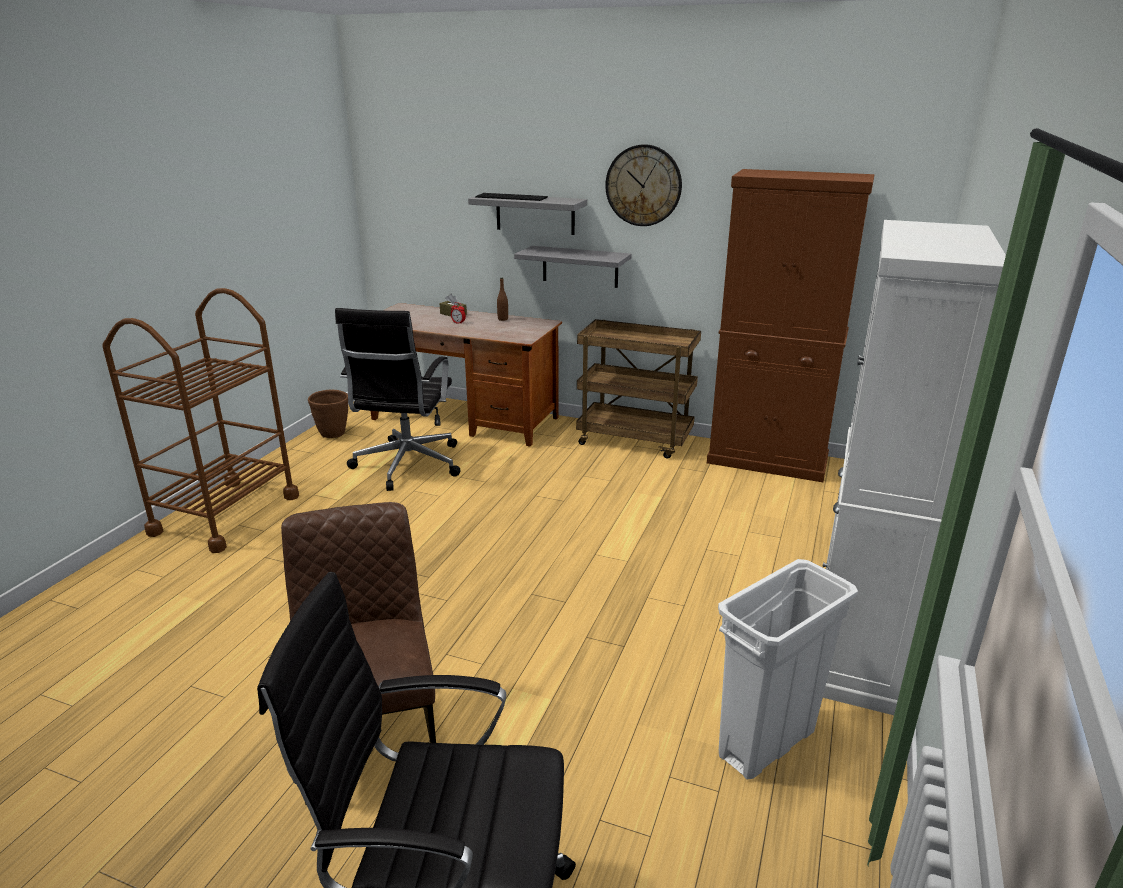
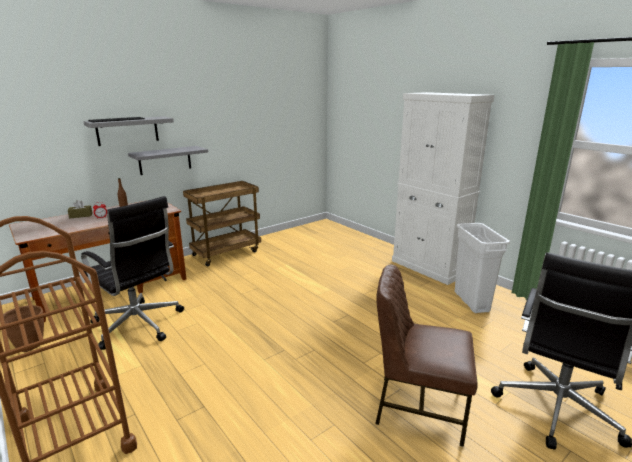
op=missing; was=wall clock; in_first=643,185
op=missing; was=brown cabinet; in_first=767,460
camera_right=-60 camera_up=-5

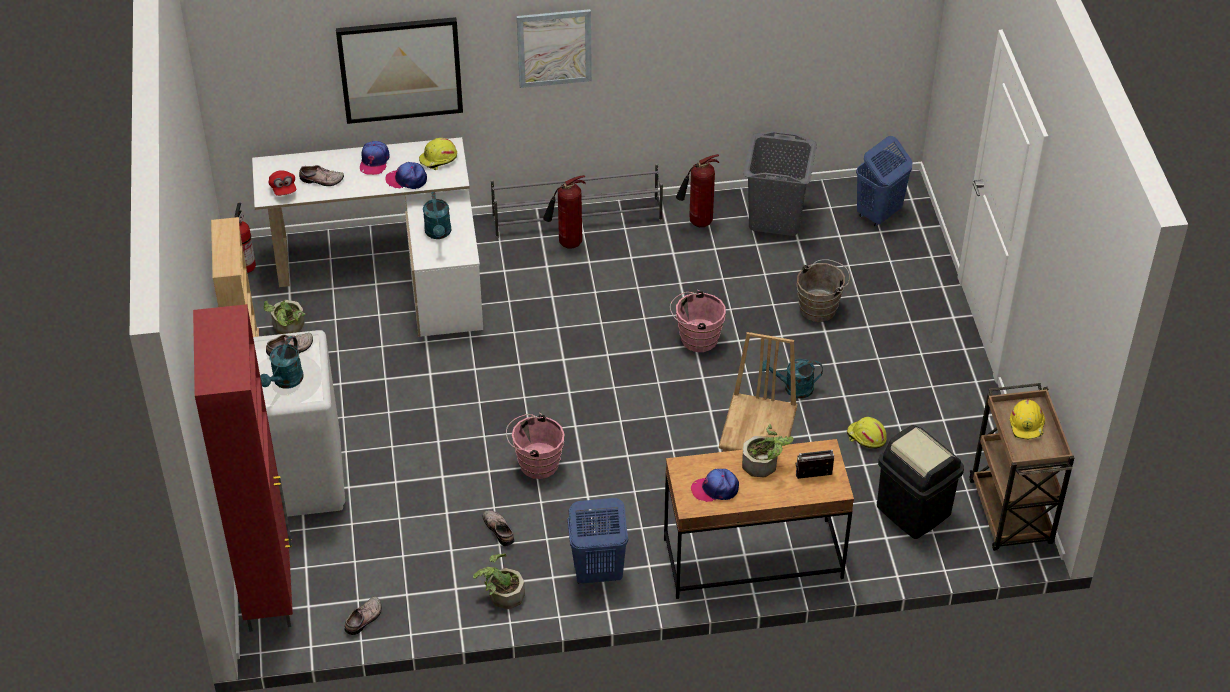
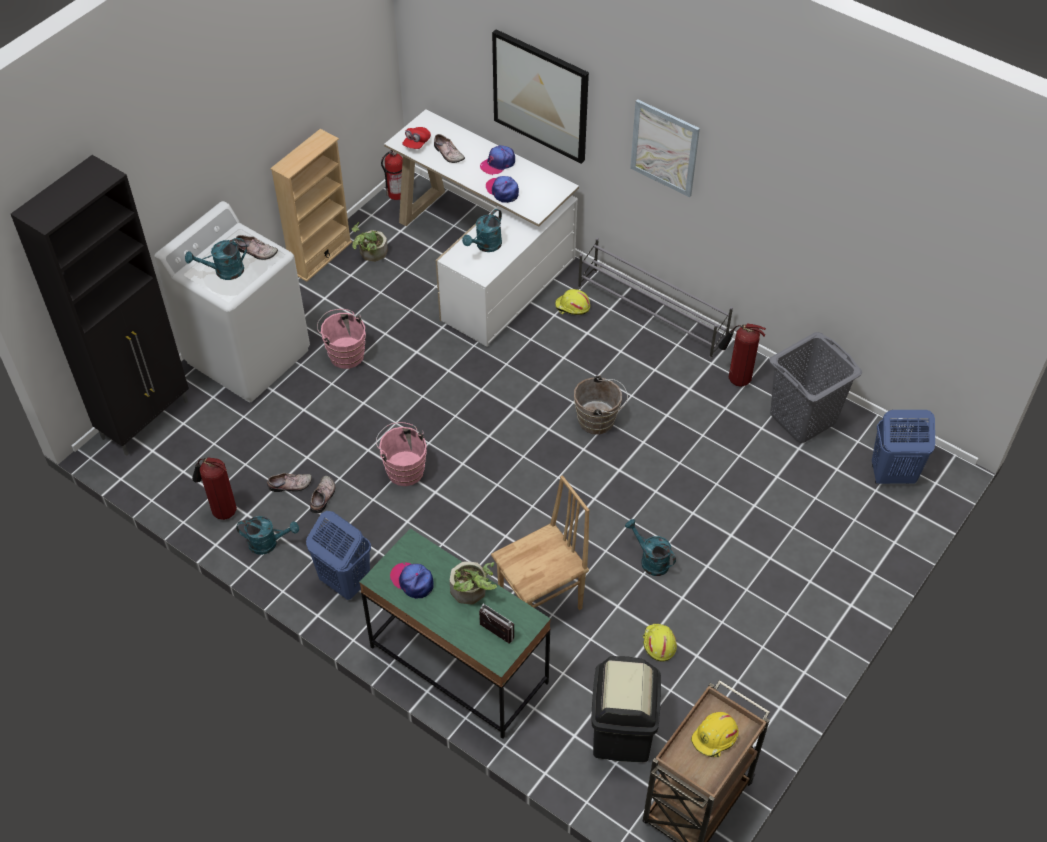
op=relocated; was=yellow hard hat; in_first=438,159; in_second=572,307
op=relocated; was=fire extinguisher; in_first=567,244; in_second=221,511
op=relocated; was=brown bucket; in_first=820,307; in_second=599,421
op=relocated; was=pink bucket; in_first=696,338; in_second=345,353
op=colour; was=red cabinet; now=black cabinet; in_first=269,588; in_second=147,419
op=colour; was=brown desk; now=green desk; in_first=752,558; in_second=458,664
op=exchanged; was=potted plant; now=turquoise watering can; in_first=501,594; in_second=268,543
op=relocated; was=shoe; in_first=364,619; in_second=290,486
camera_right=45 camera_up=5

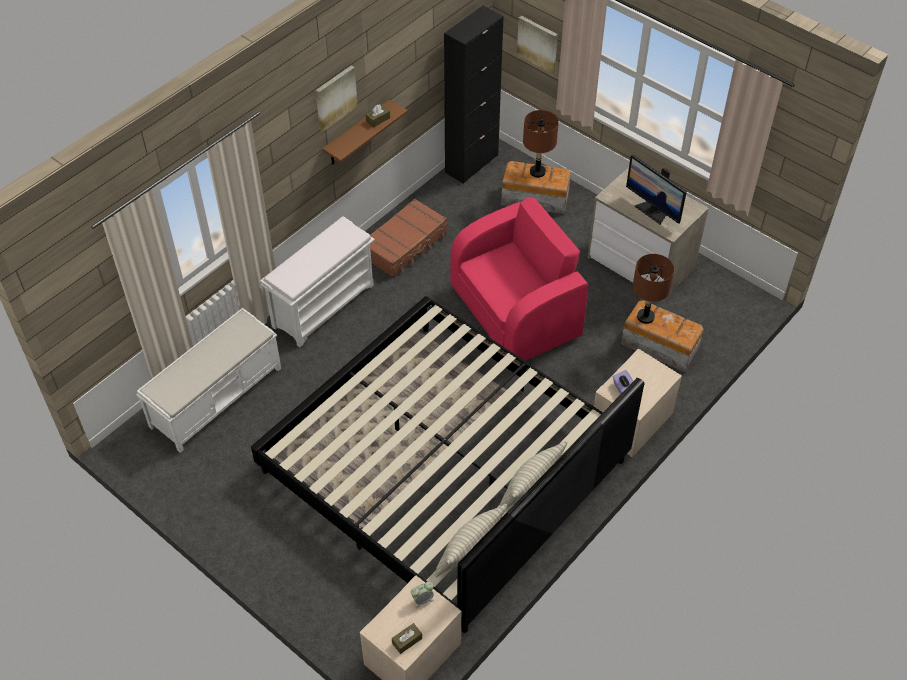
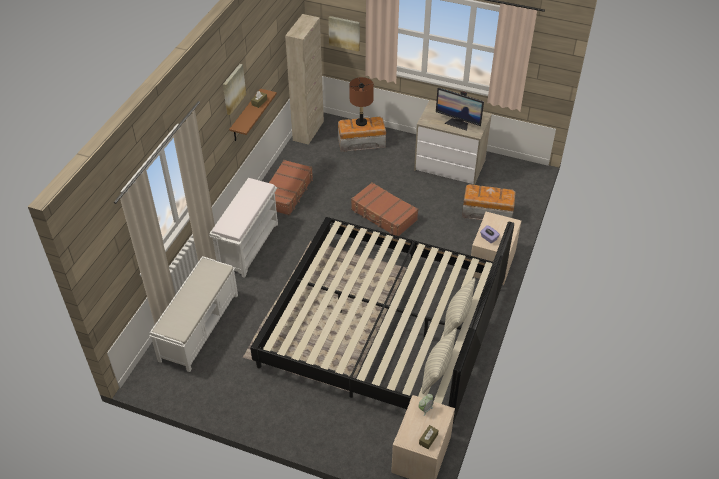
op=colour; was=black cabinet; now=beige cabinet; in_first=472,164; in_second=308,131
op=exchanged; was=pink armchair; now=brown suitcase; in_first=516,311; in_second=383,215
op=missing; was=brown table lamp; in_first=645,317
camera_right=-20 camera_up=-5

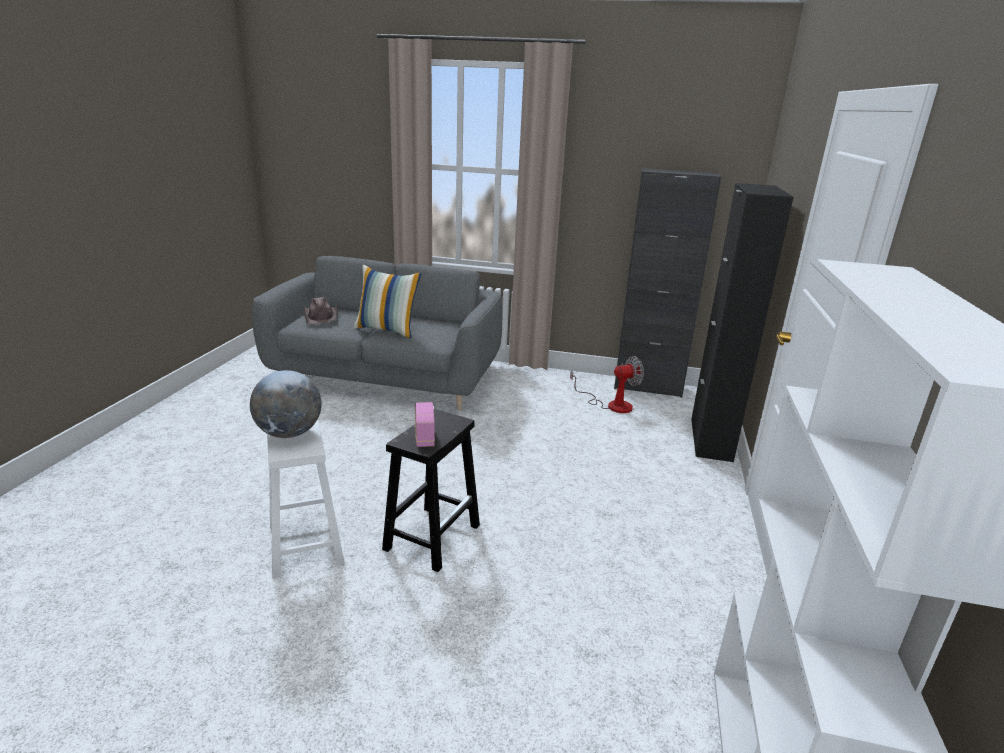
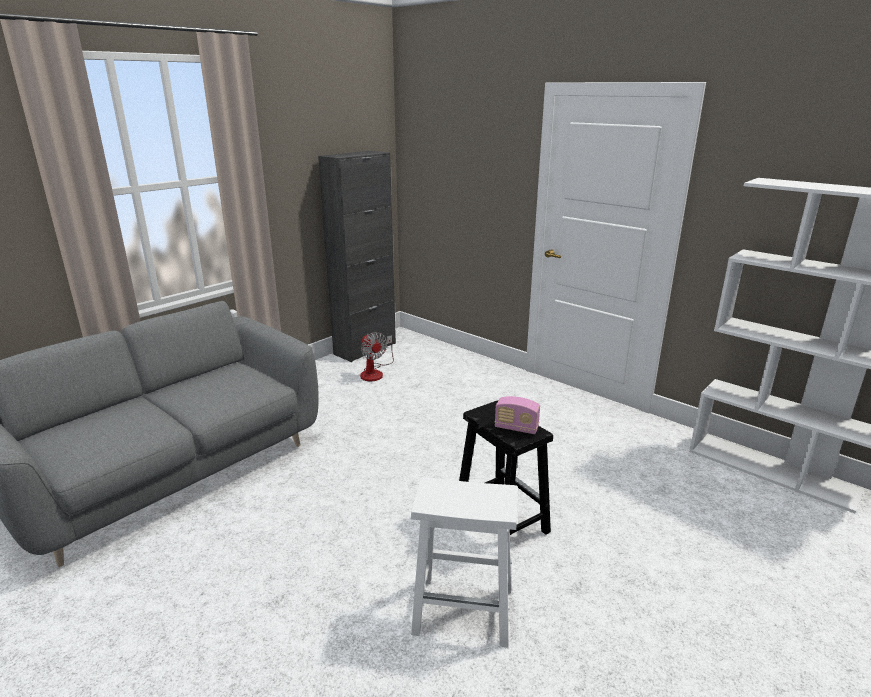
op=missing; was=black cabinet; in_first=711,439
op=missing; was=pillow; in_first=387,330
op=missing; was=brown hat; in_first=321,316
op=spun; was=fan; in_first=611,404; in_second=375,372; clockwise=135
op=missing; was=globe; in_first=289,433
camera_right=-60 camera_up=0

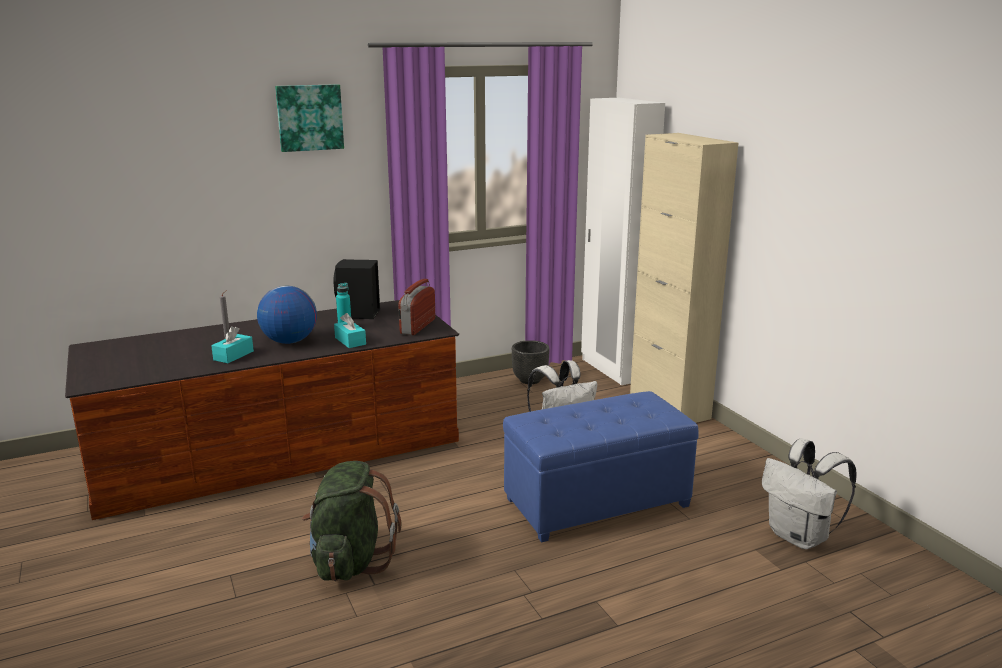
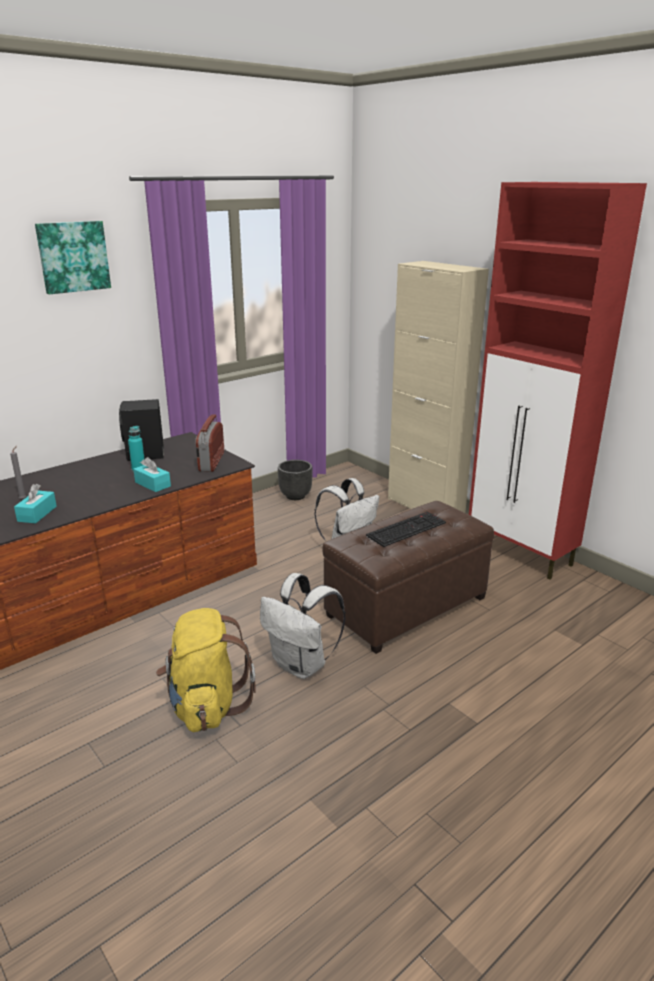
op=missing; was=white wardrobe; in_first=612,369
op=missing; was=globe; in_first=289,341
op=colour; was=blue ottoman; now=brown ottoman; in_first=596,502; in_second=405,606
op=relocated; was=white backpack; in_first=800,537; in_second=302,665
op=colour; was=green backpack; now=yellow backpack; in_first=350,561; in_second=206,705
op=appeared; now=red cabinet; in_second=521,554
op=appeared; now=keyboard; in_second=406,528
camera_right=-15 camera_up=5

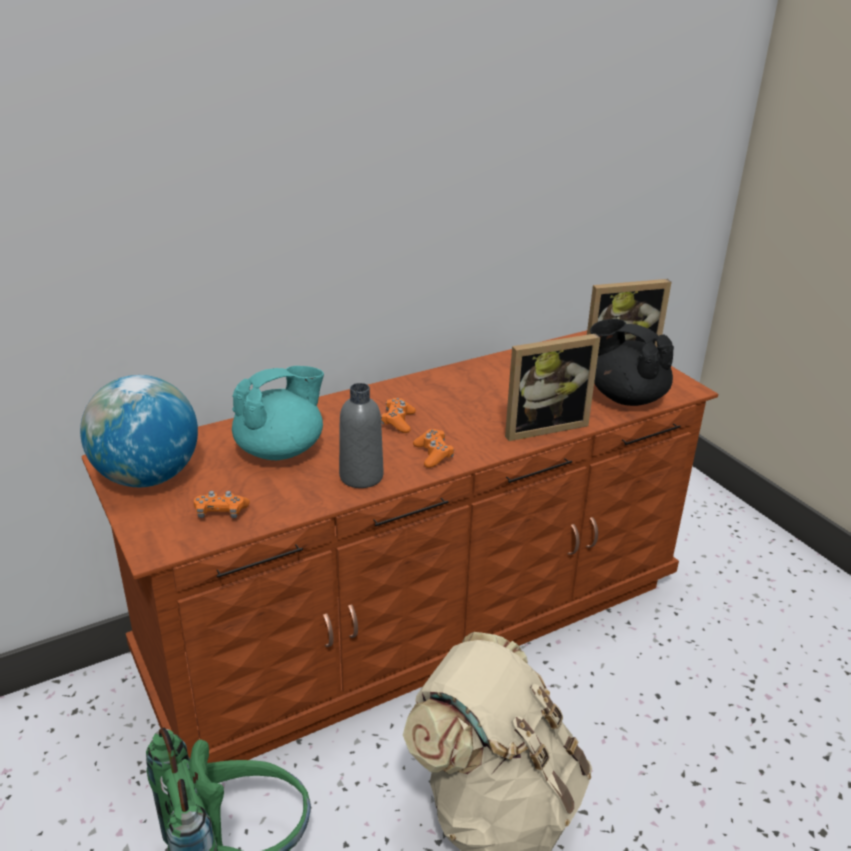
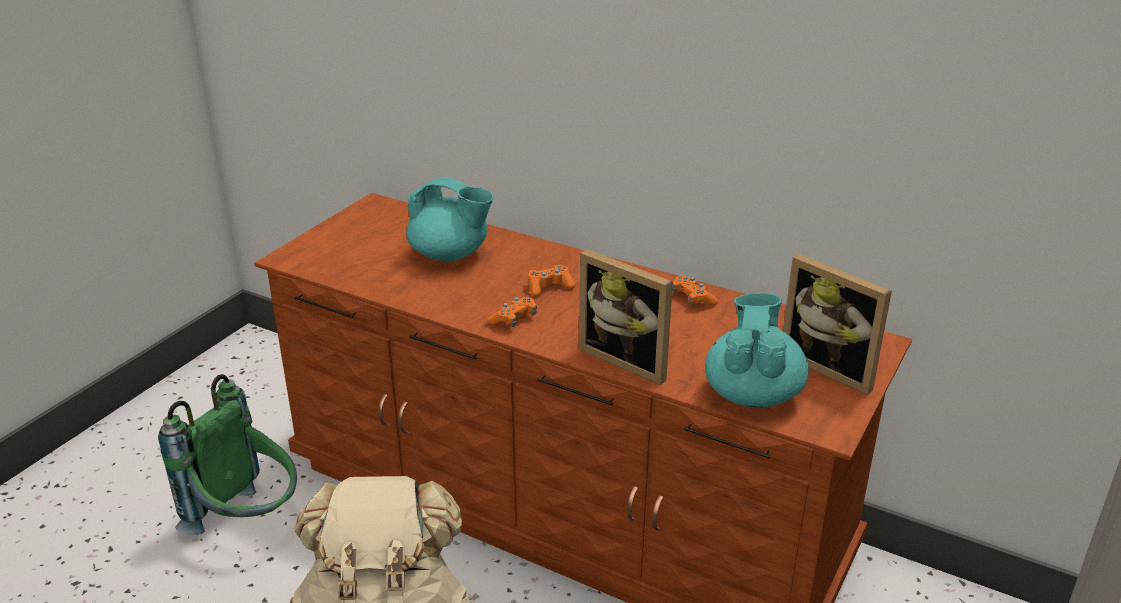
op=colour; was=black teapot; now=turquoise teapot; in_first=626,397; in_second=752,393
op=missing; was=globe; in_first=147,477
op=missing; was=grey bottle; in_first=361,476
op=relocated; was=orange game controller; in_first=221,512; in_second=692,299
camera_right=60 camera_up=0

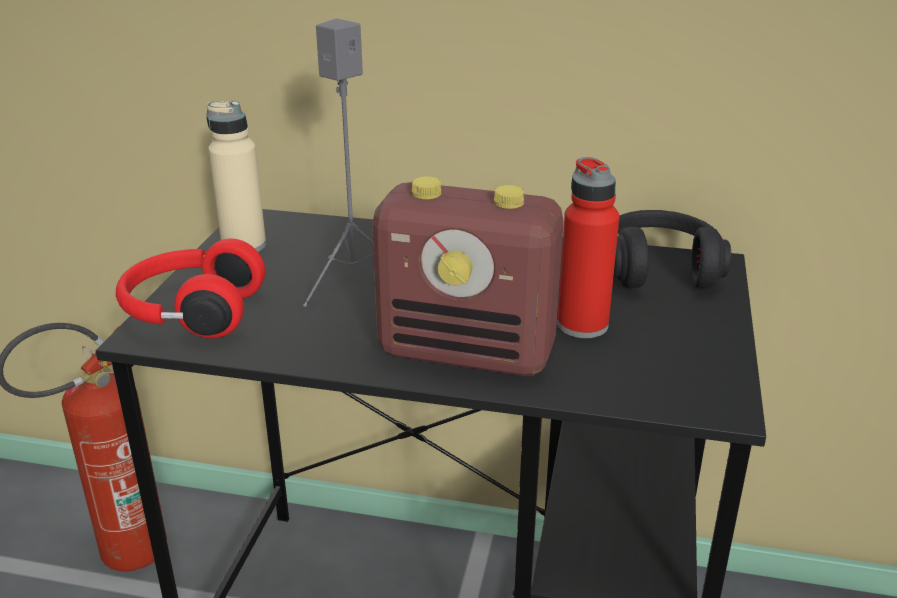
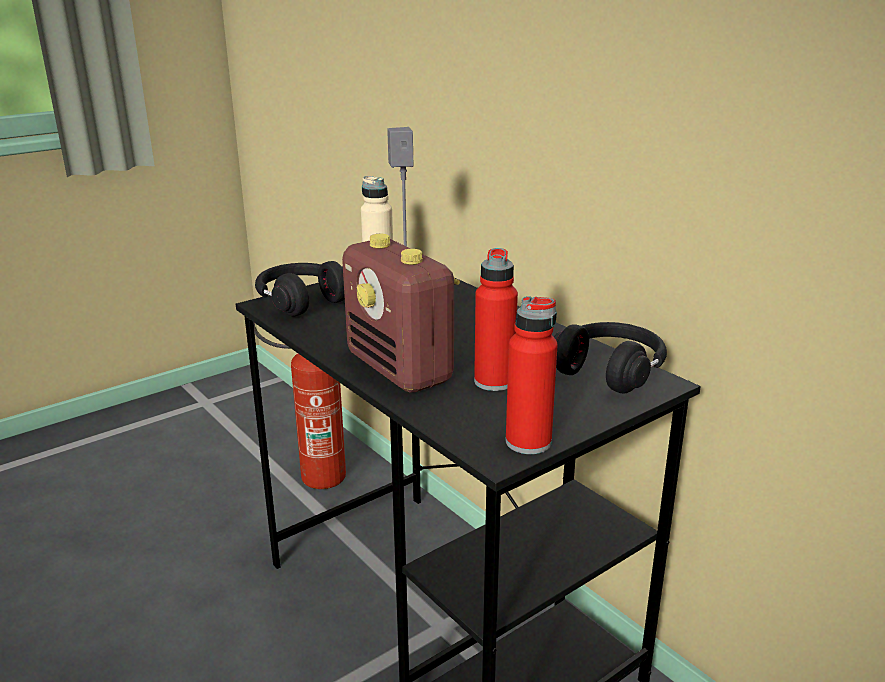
op=colour; was=red headphones; now=black headphones; in_first=191,313; in_second=300,301
op=appeared; now=red bottle; in_second=528,442
camera_right=40 camera_up=-5

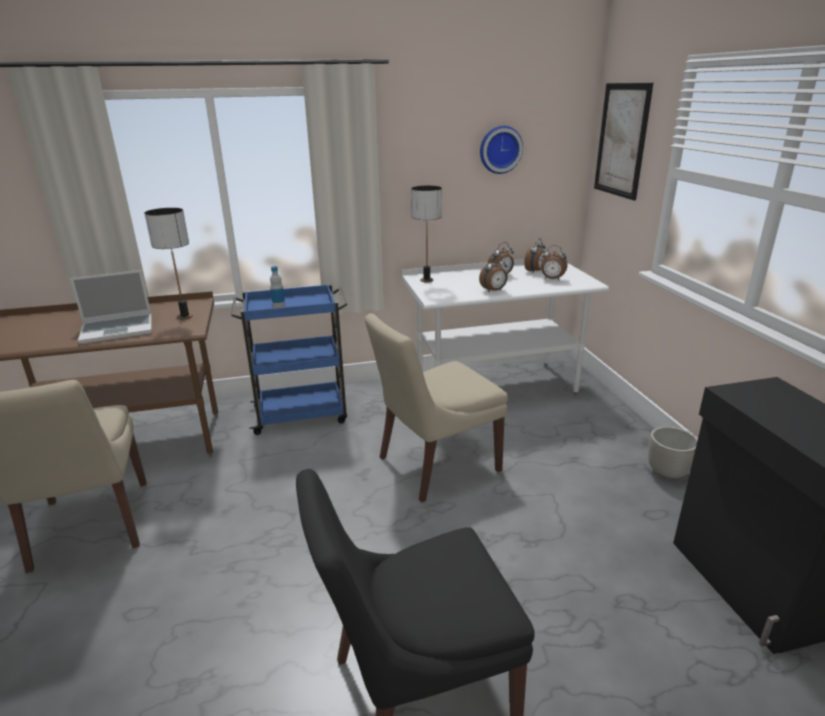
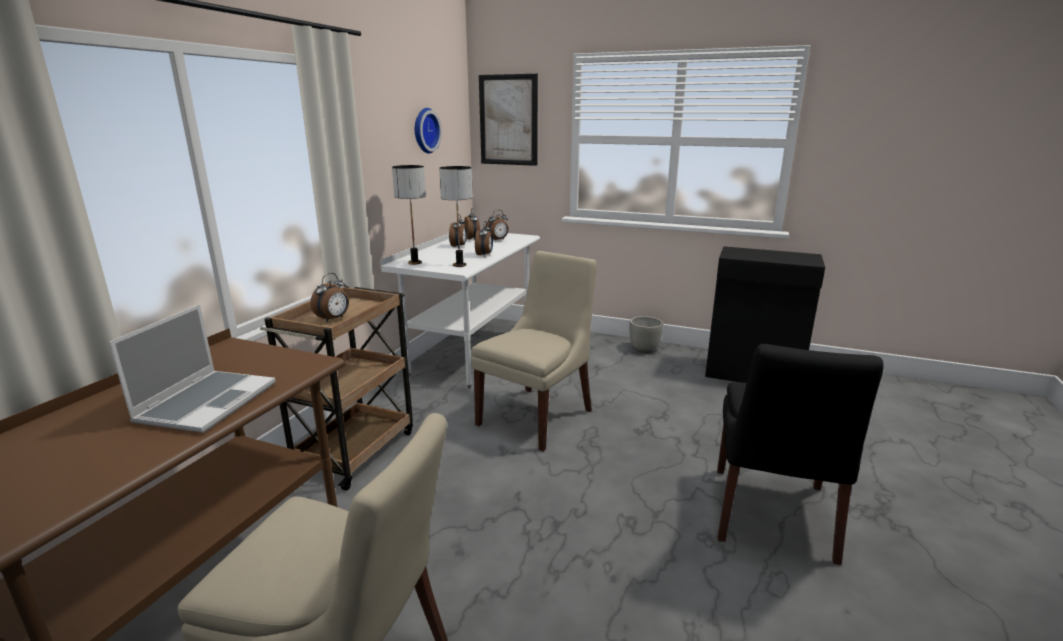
op=relocated; was=table lamp; in_first=184,317; in_second=459,265
op=exchanged; was=bottle; now=alarm clock; in_first=279,306; in_second=334,319
op=colour; was=blue cart; now=brown cart; in_first=302,414; in_second=356,450
op=spun; was=beige chair; in_first=435,465; in_second=537,416; clockwise=-150
camera_right=-55 camera_up=-5

